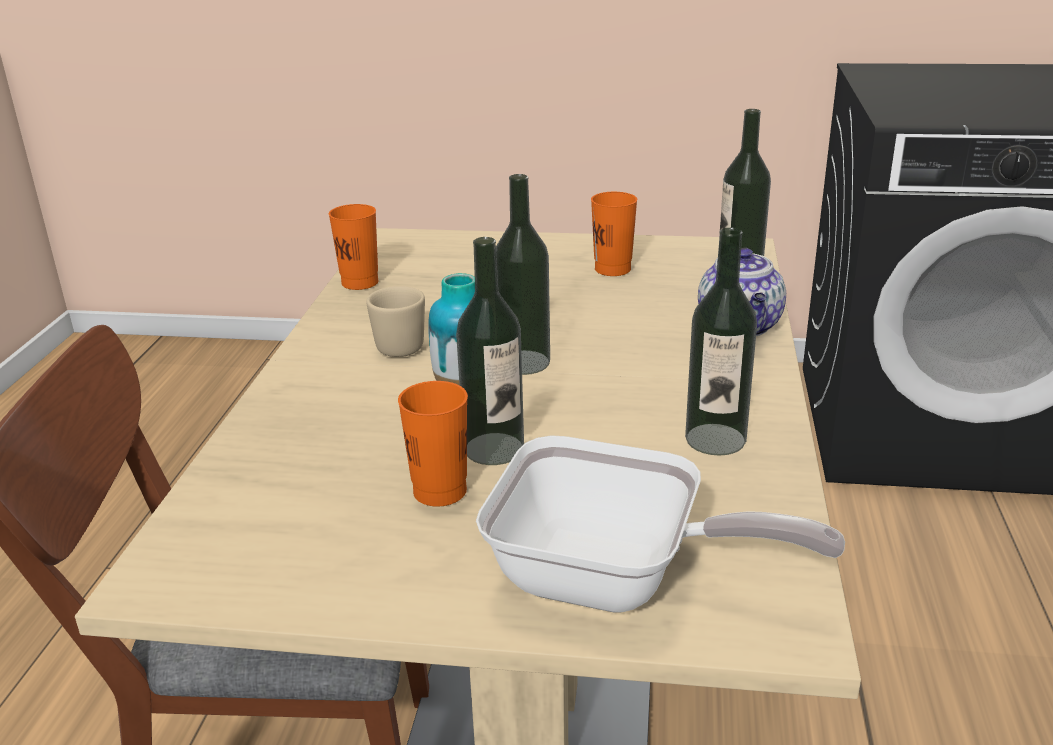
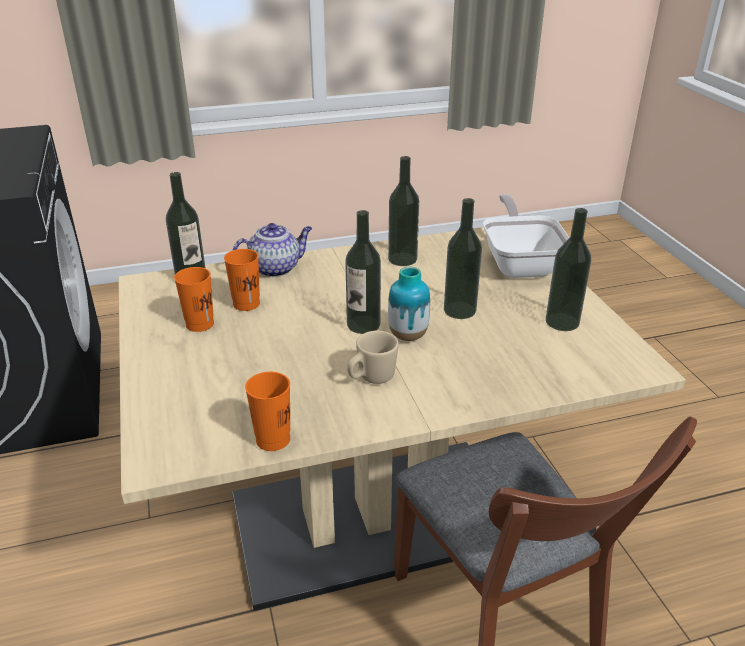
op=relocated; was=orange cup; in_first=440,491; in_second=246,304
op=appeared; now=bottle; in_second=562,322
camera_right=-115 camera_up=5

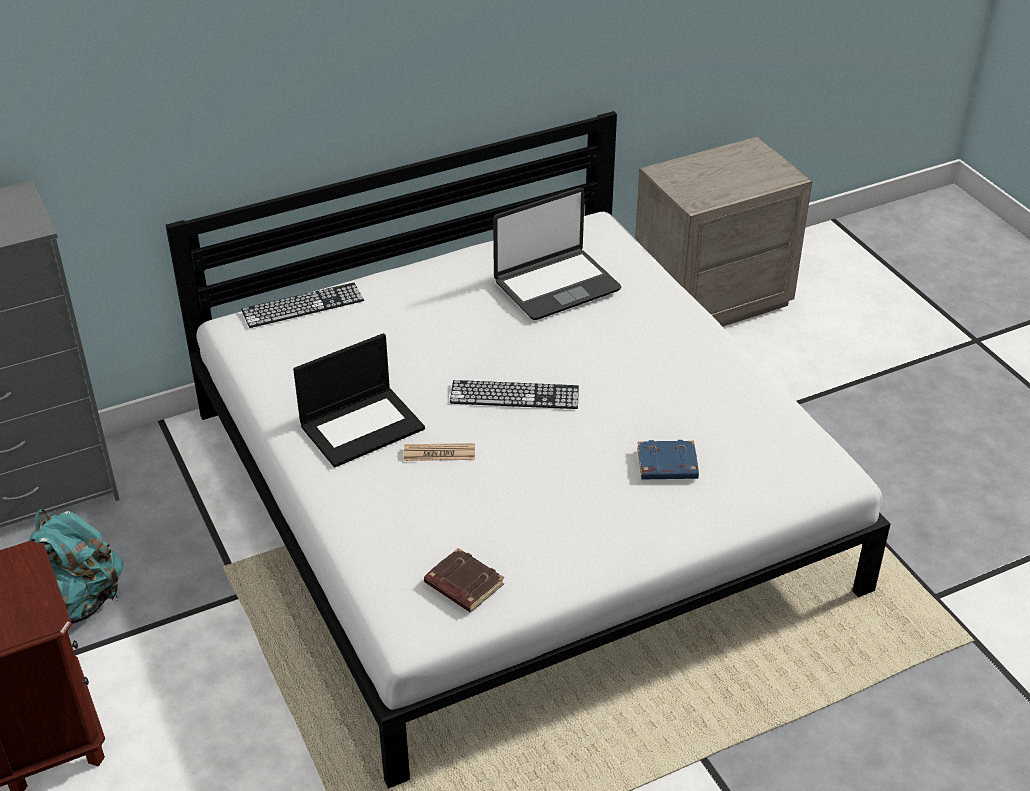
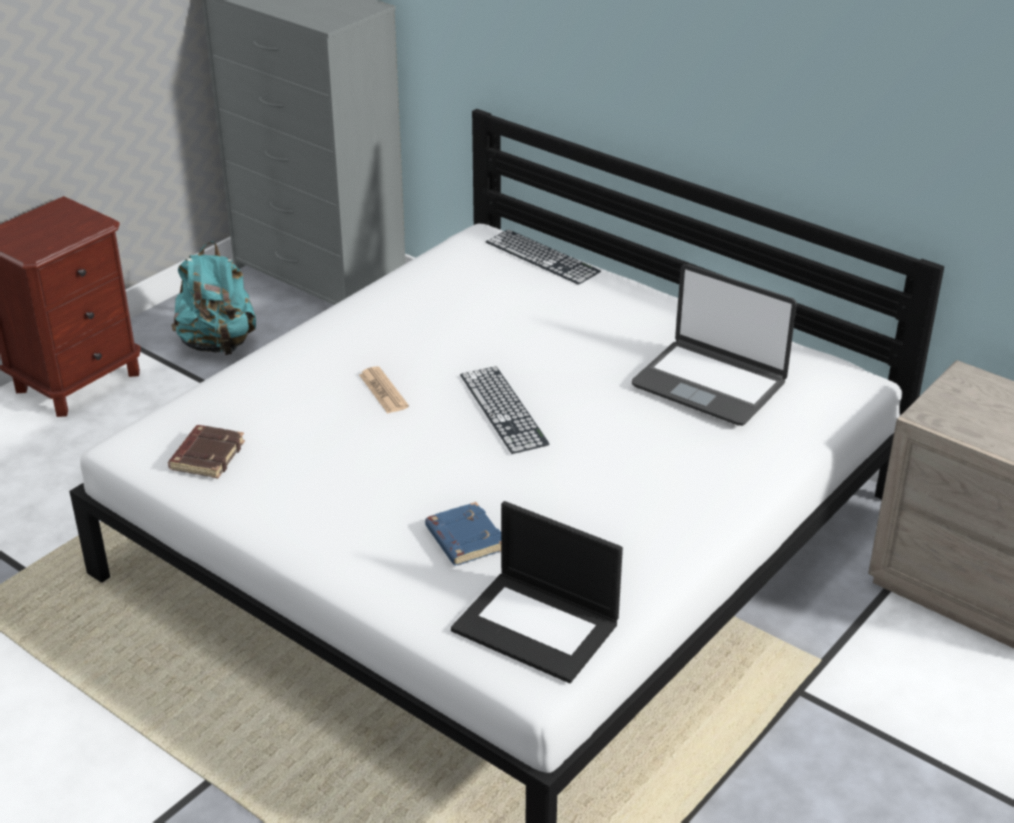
op=relocated; was=laptop; in_first=362,426; in_second=538,626
camera_right=65 camera_up=-5

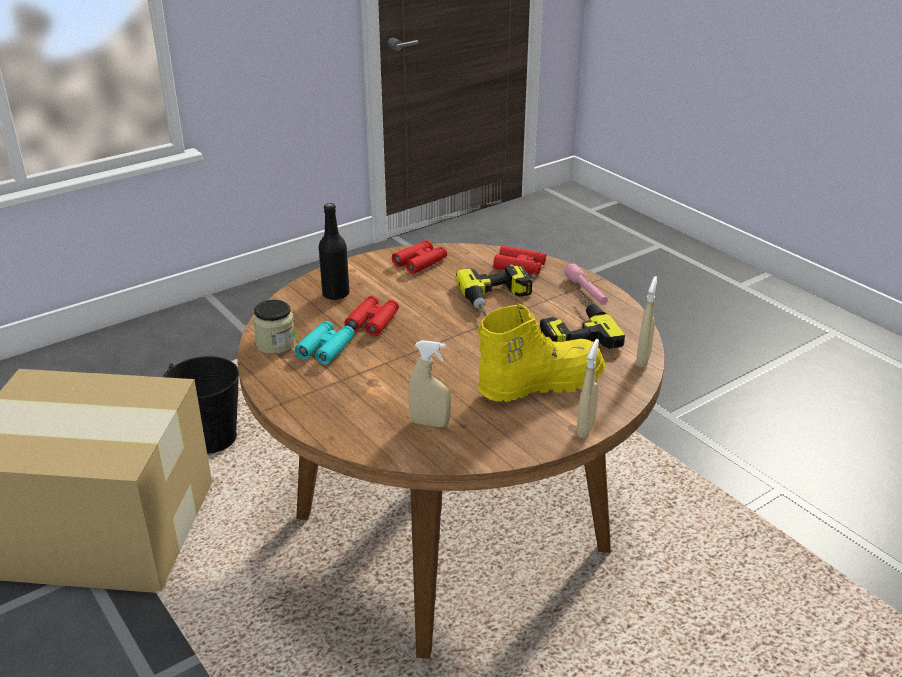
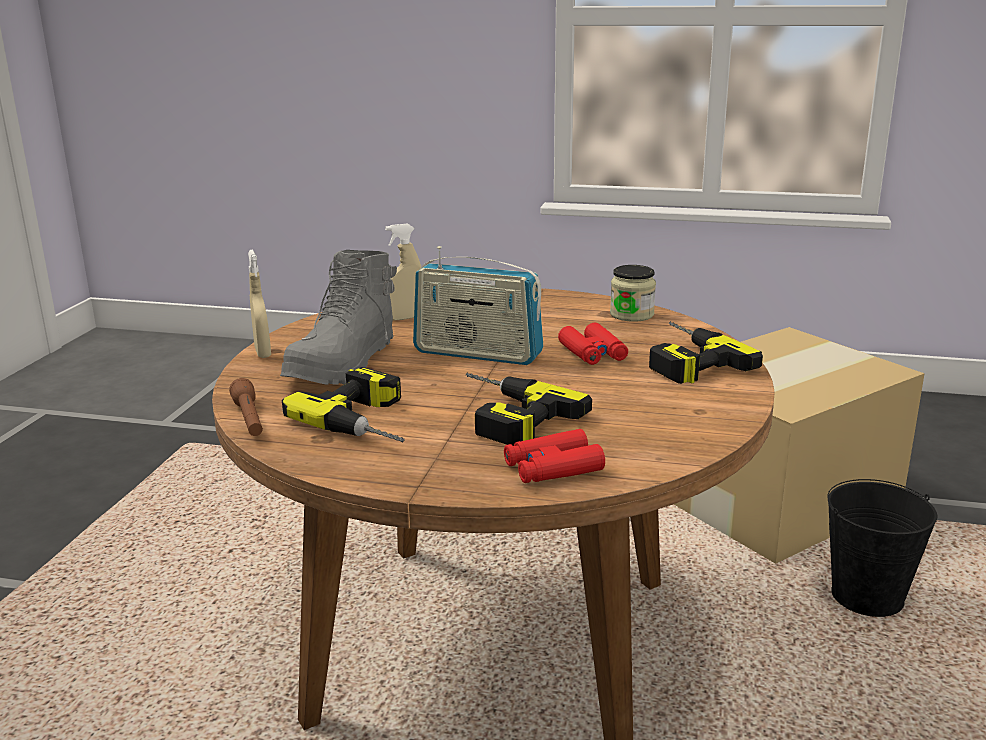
op=exchanged; was=black bottle; now=power drill; in_first=336,294; in_second=683,359
op=missing; was=red binoculars; in_first=420,262
op=missing; was=pink flashlight; in_first=586,292
op=exchanged; was=beige spray bottle; now=brown flashlight; in_first=643,359; in_second=249,419
op=colour; was=yellow boot; now=grey boot; in_first=539,384; in_second=344,365
op=missing; was=turquoise binoculars; in_first=326,348
op=appeared; now=radio; in_second=477,354
camera_right=140 camera_up=-10

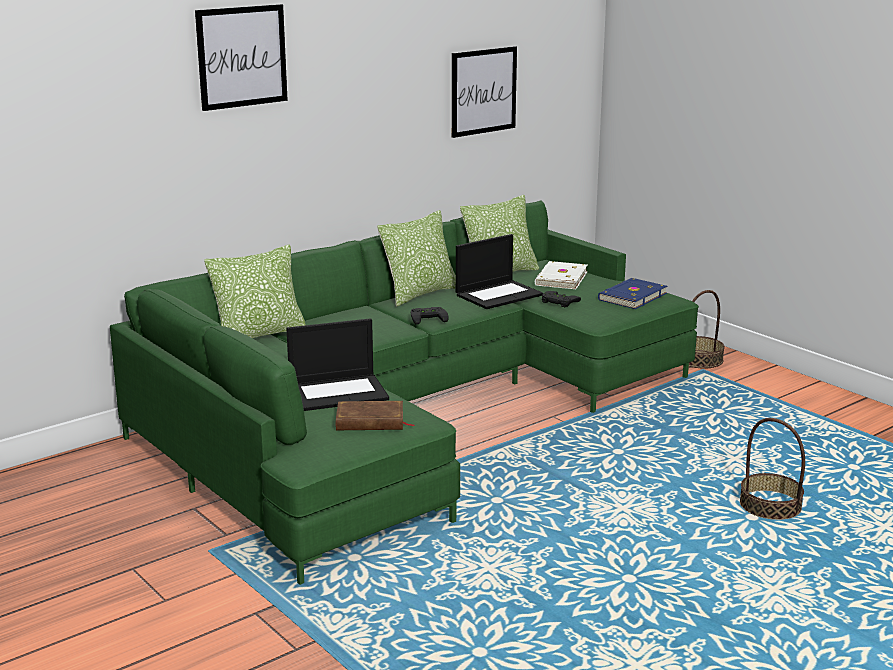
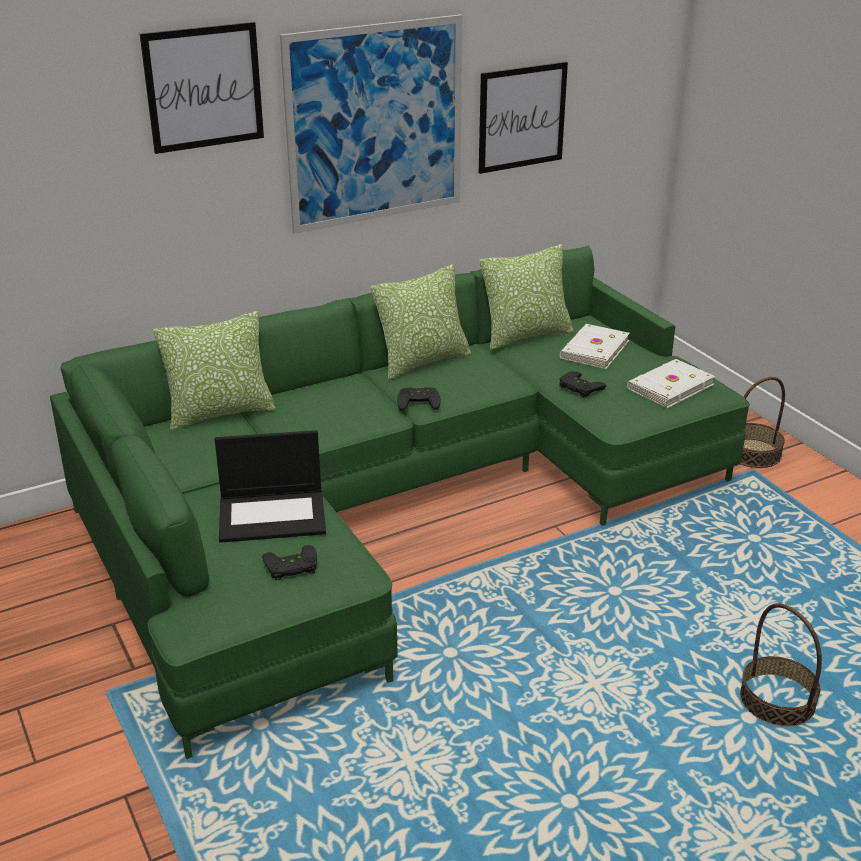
op=missing; was=laptop; in_first=499,295
op=colour; was=blue book; now=white book; in_first=631,296; in_second=668,386
op=exchanged; was=brown book; now=black game controller; in_first=370,421; in_second=291,568
op=appeared; now=picture; in_second=376,124
camera_right=10 camera_up=10

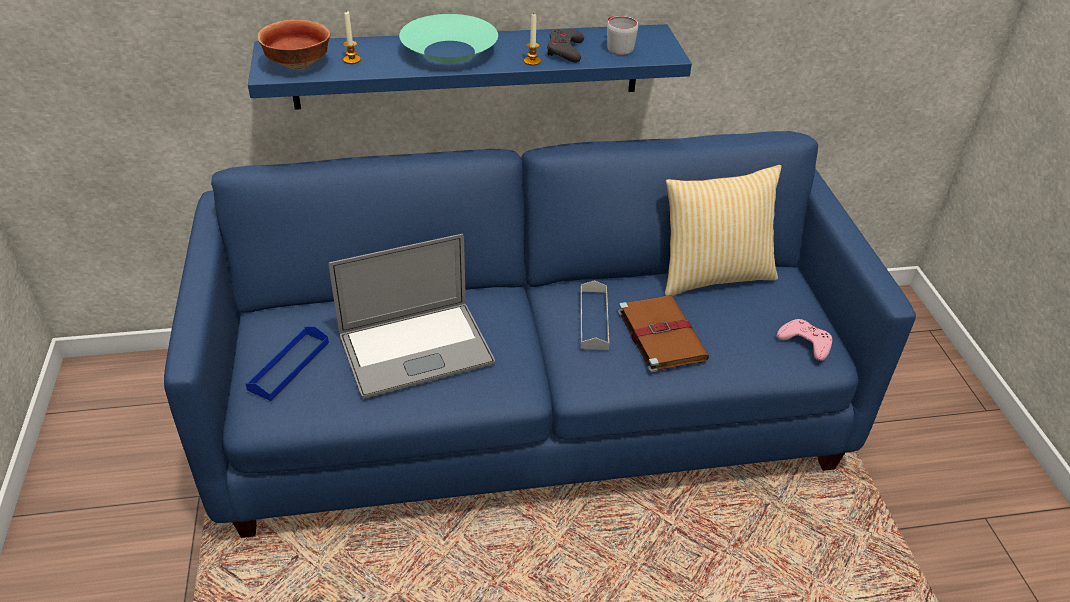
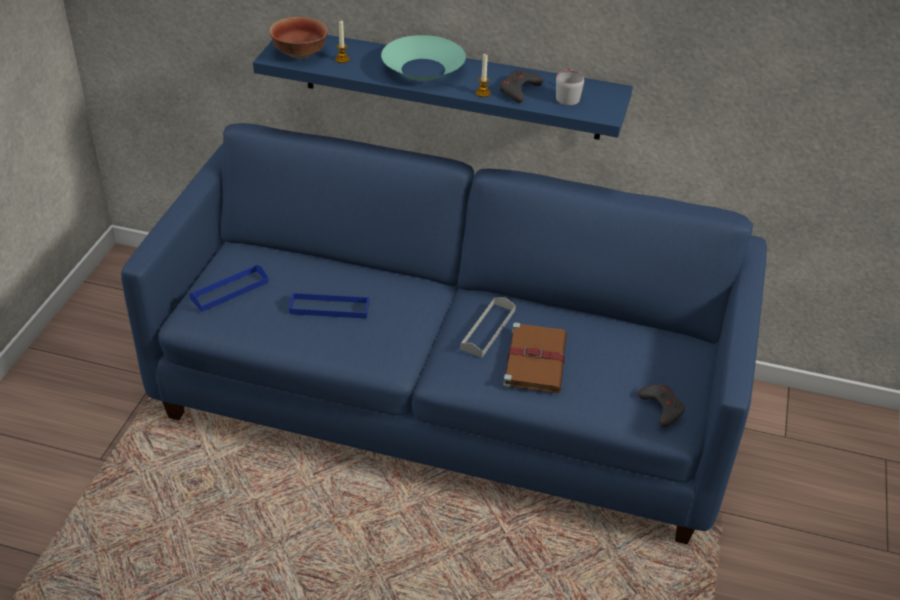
op=missing; was=pillow; in_first=713,275
op=exchanged; was=laptop; now=blue tray; in_first=416,349; in_second=329,308
op=colour; was=pink game controller; now=grey game controller; in_first=805,342; in_second=661,407
camera_right=25 camera_up=0

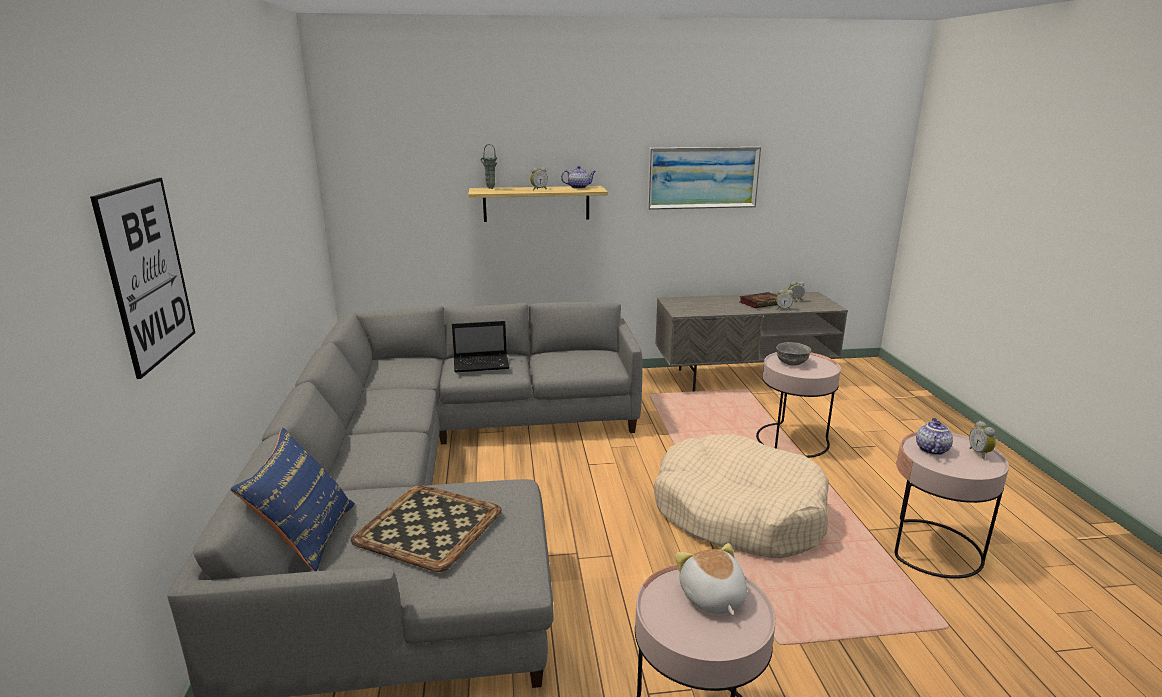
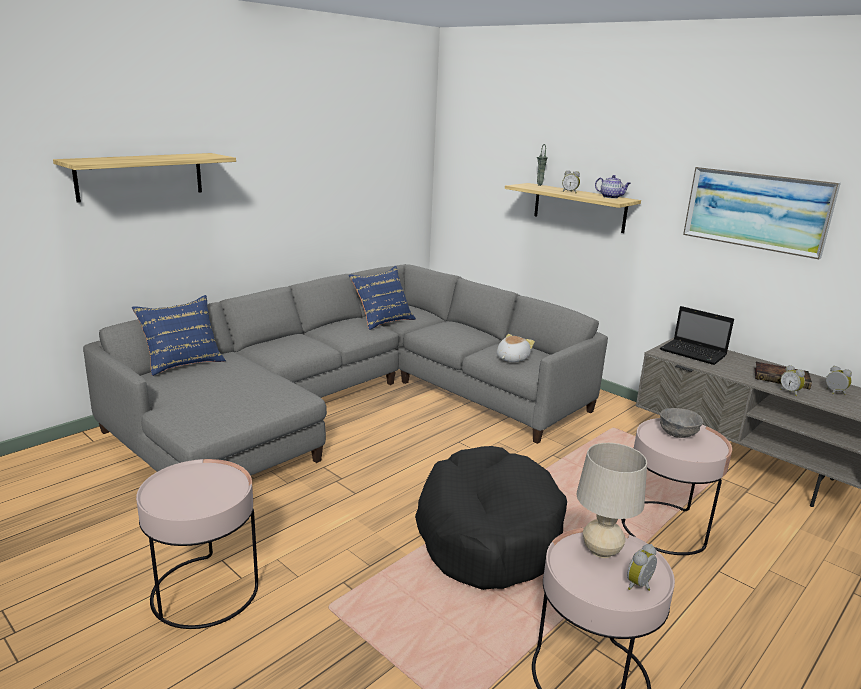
op=exchanged; was=picture; now=shelf; in_first=147,274; in_second=140,176
op=relocated; was=laptop; in_first=482,364; in_second=694,353
op=exchanged; was=teapot; now=beige table lamp; in_first=931,449; in_second=601,551
op=colour; was=beige dog bed; now=black dog bed; in_first=738,513; in_second=487,533
op=missing; was=tray; in_first=428,525
op=relocated; was=plush toy; in_first=711,597; in_second=511,358
op=appeared; now=blue pillow; in_second=383,321
camera_right=50 camera_up=0

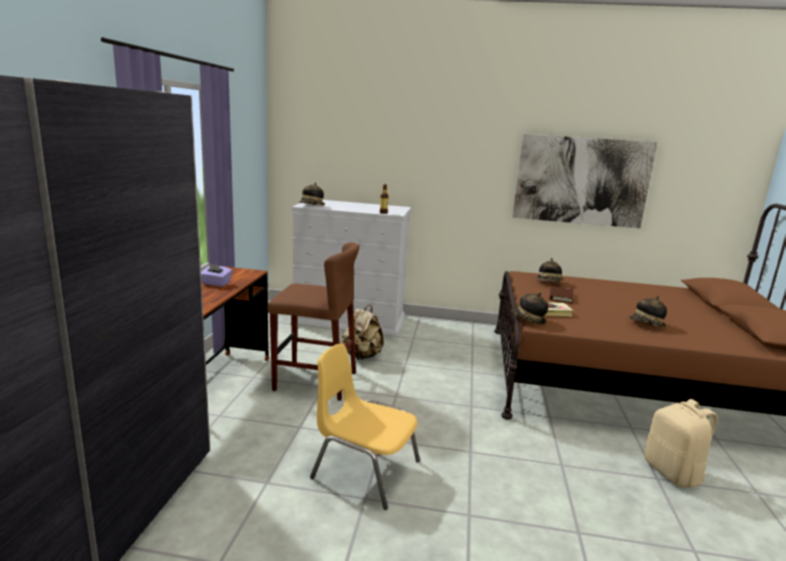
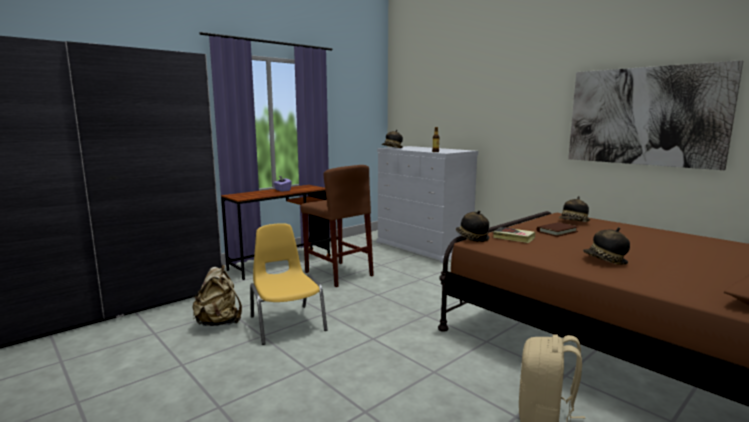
op=relocated; was=beige backpack; in_first=362,356; in_second=219,323
camera_right=40 camera_up=-5

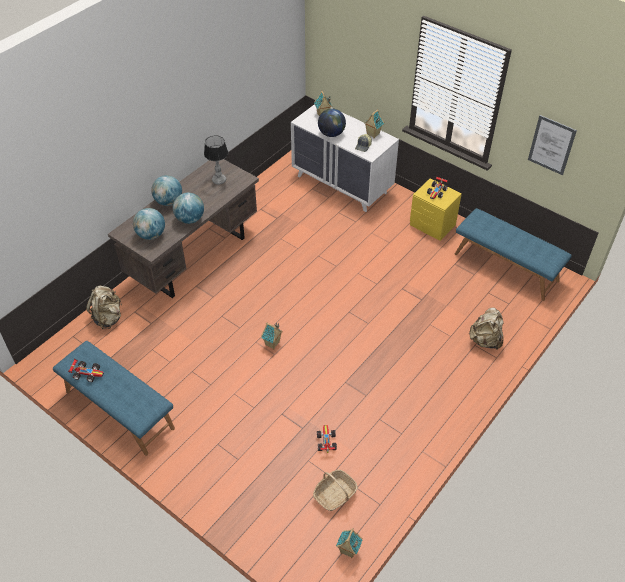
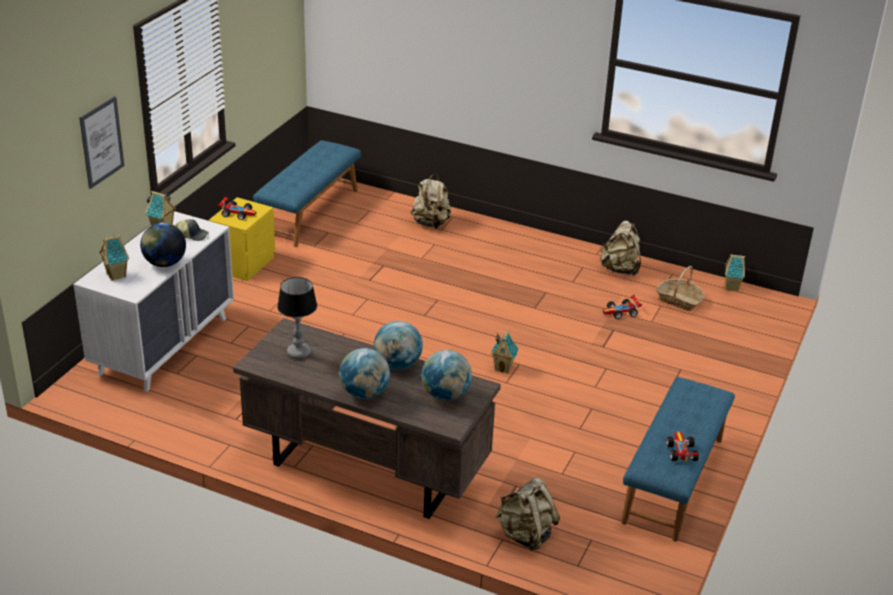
op=relocated; was=picture; in_first=551,145; in_second=101,142
op=appeared; now=beige backpack; in_second=620,269
camera_right=-105 camera_up=-15

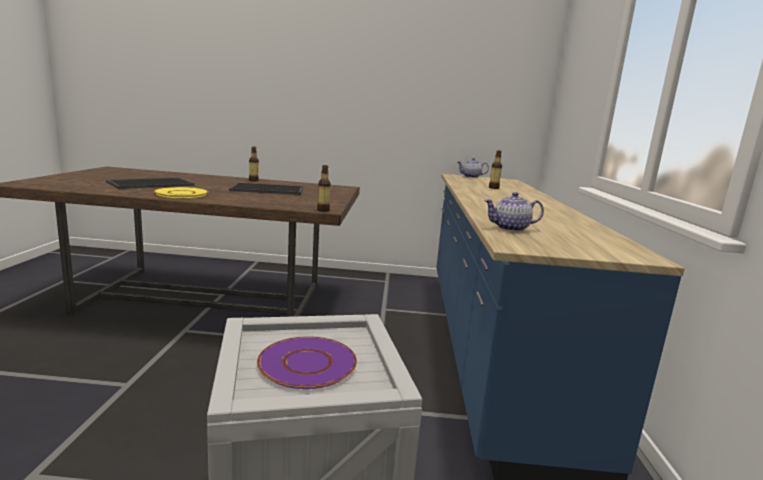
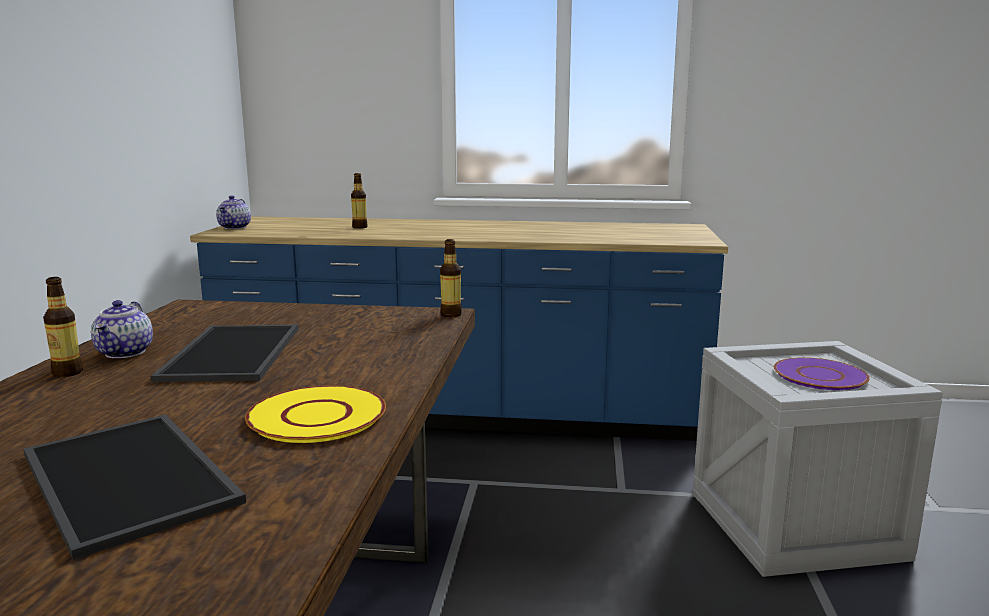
op=relocated; was=teapot; in_first=510,228; in_second=125,353
camera_right=-85 camera_up=0

